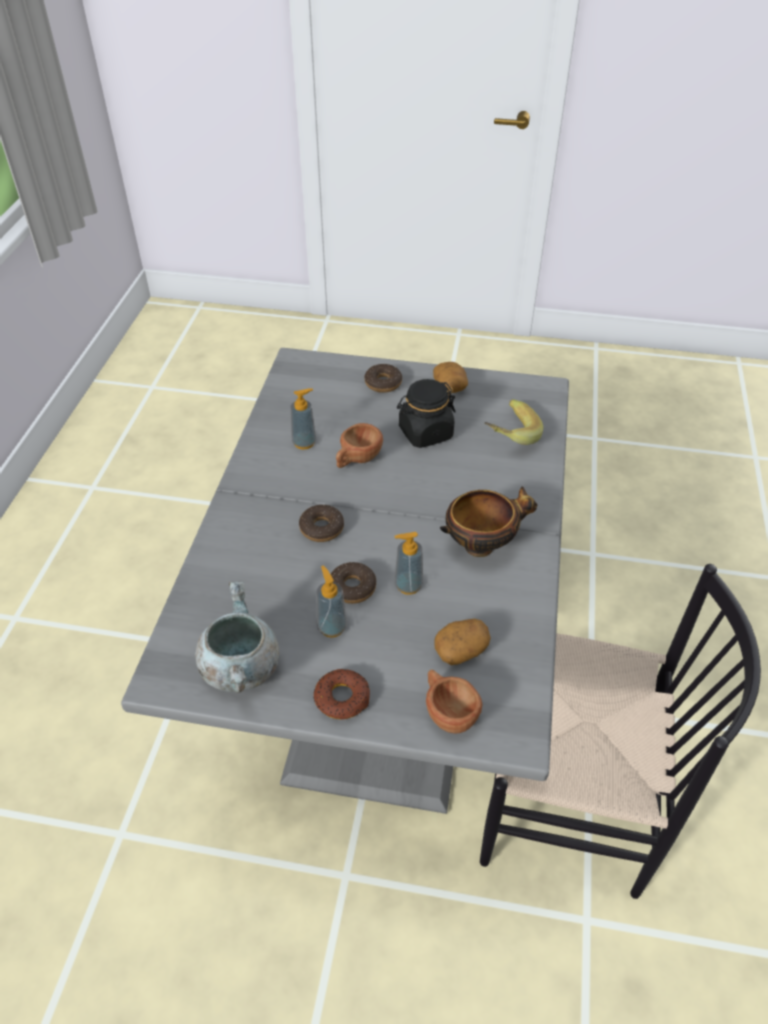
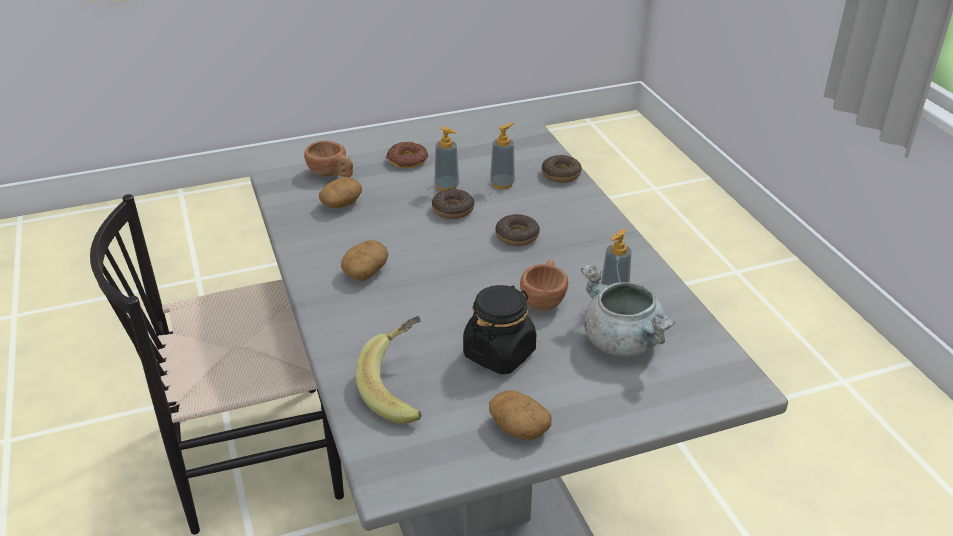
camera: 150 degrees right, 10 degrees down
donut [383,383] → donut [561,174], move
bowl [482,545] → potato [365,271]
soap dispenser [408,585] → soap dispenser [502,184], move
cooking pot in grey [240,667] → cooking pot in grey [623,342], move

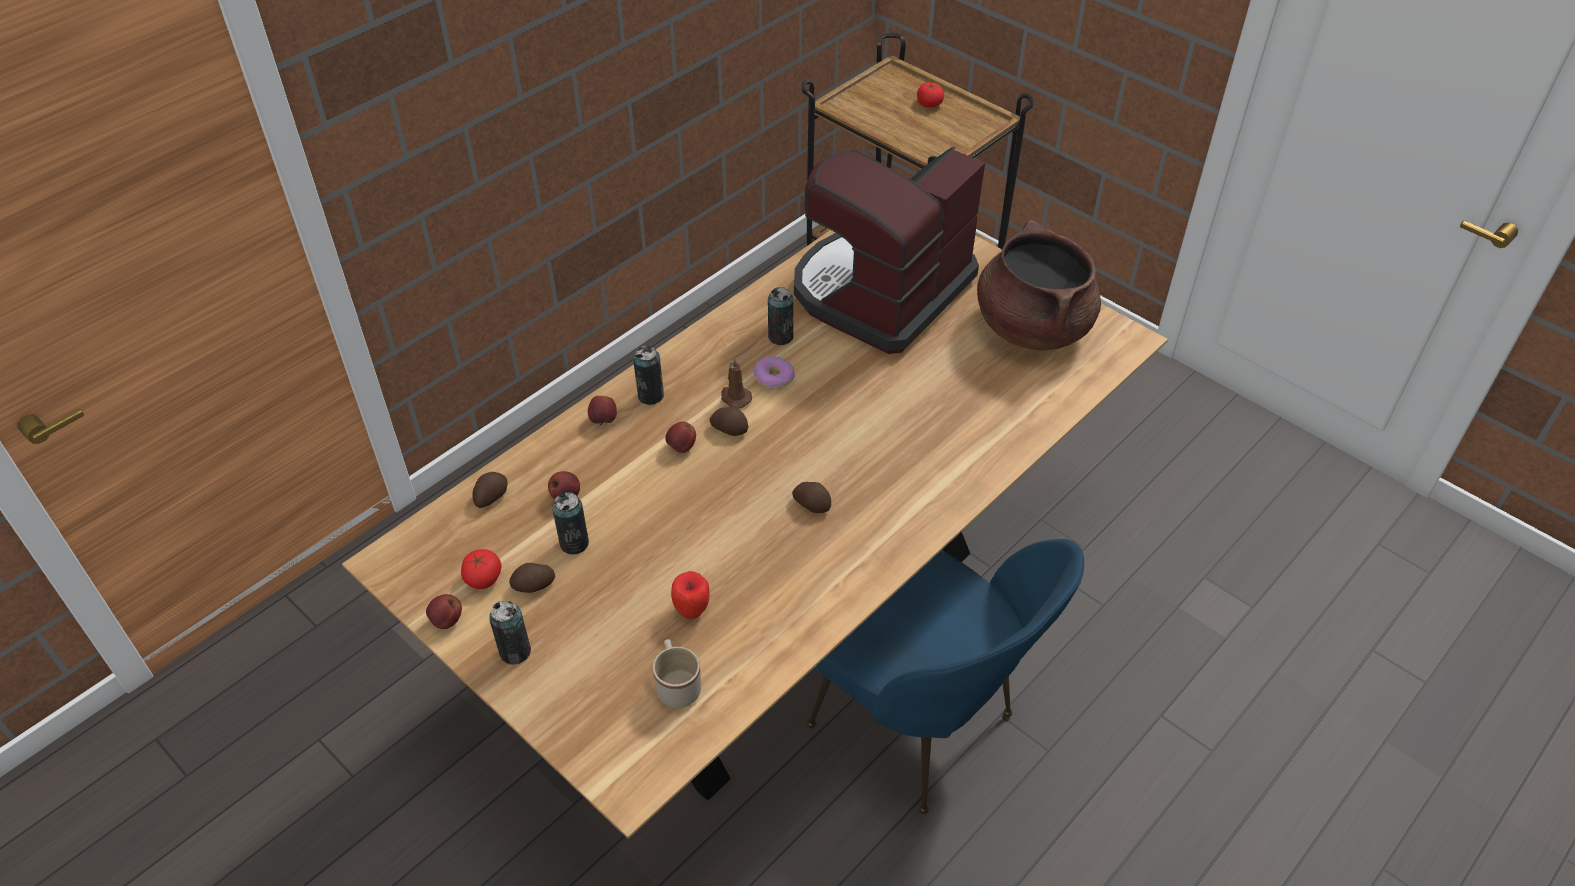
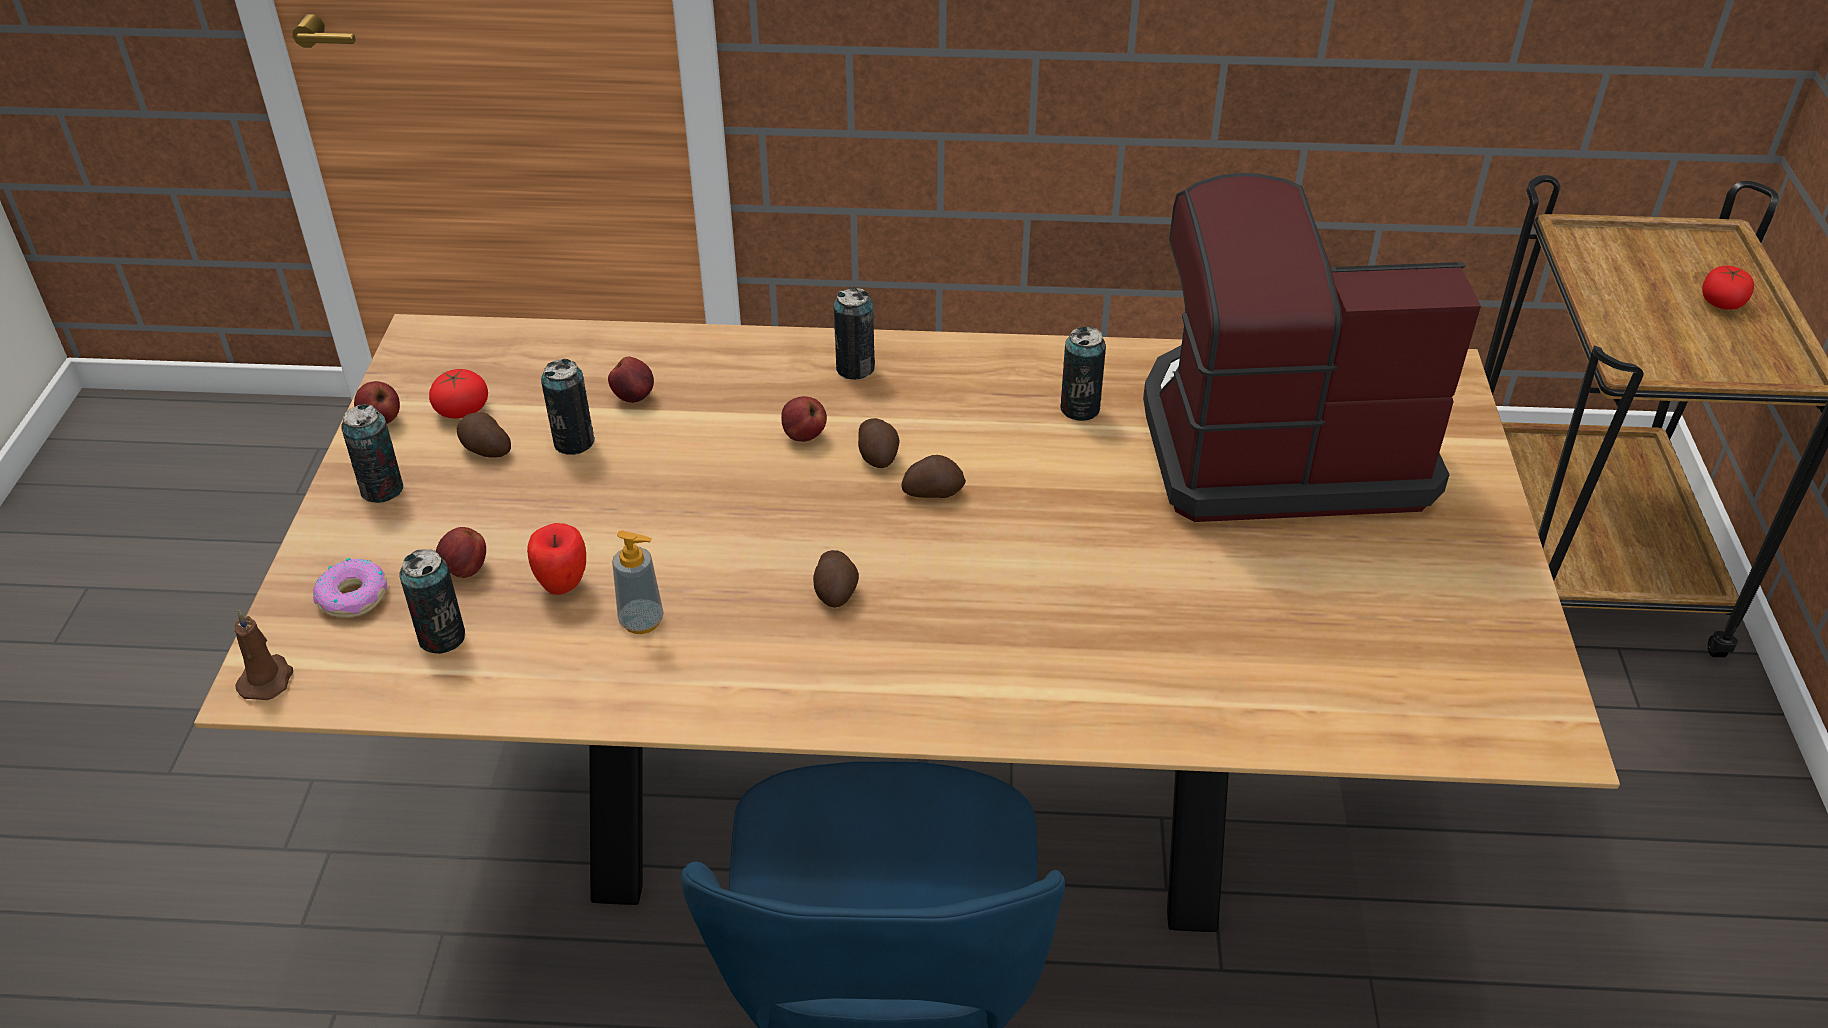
camera: 50 degrees right, 5 degrees down
cooking pot in brown [1032,327] → -
donut [774,377] → donut [354,597], move
candle in brown [735,397] → candle in brown [267,679], move
apple [603,420] → apple [465,570], move
potato [490,496] → potato [932,491], move
mug in beige [677,685] → can [442,637]
- → soap dispenser [642,621]

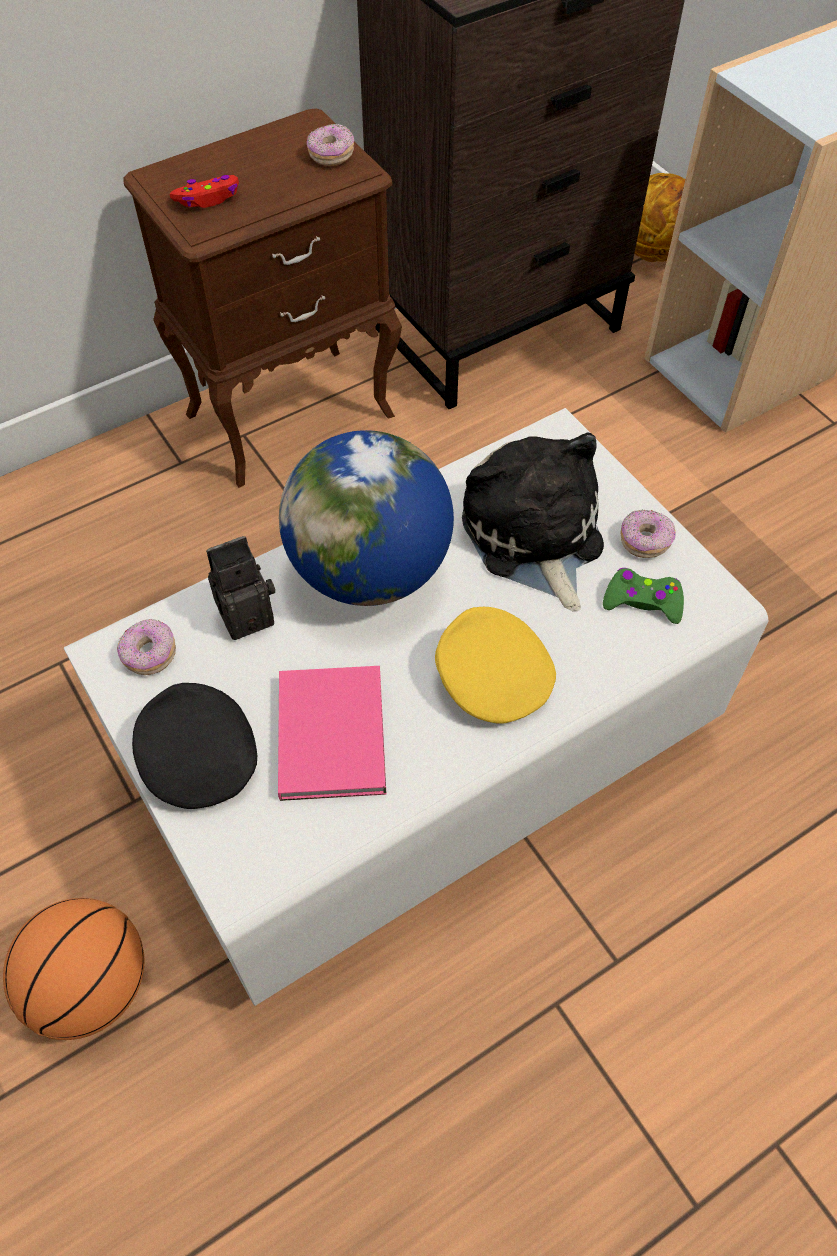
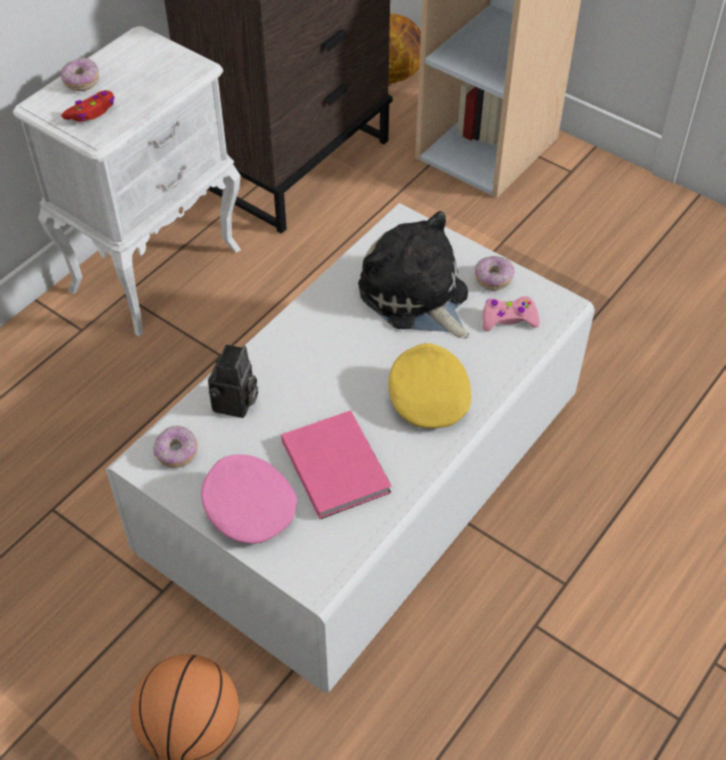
camera: 20 degrees left, 5 degrees down
nightstand in brown [290,415] → nightstand in white [156,269]
donut [331,155] → donut [81,82], move
globe [370,570] → -
photo camera [248,613] → photo camera [236,404], 150 degrees clockwise
game controller in green [642,601] → game controller in pink [508,319]
cap in yellow [489,678] → cap in yellow [427,398], 45 degrees clockwise
cap in black [197,757] → cap in pink [246,510]

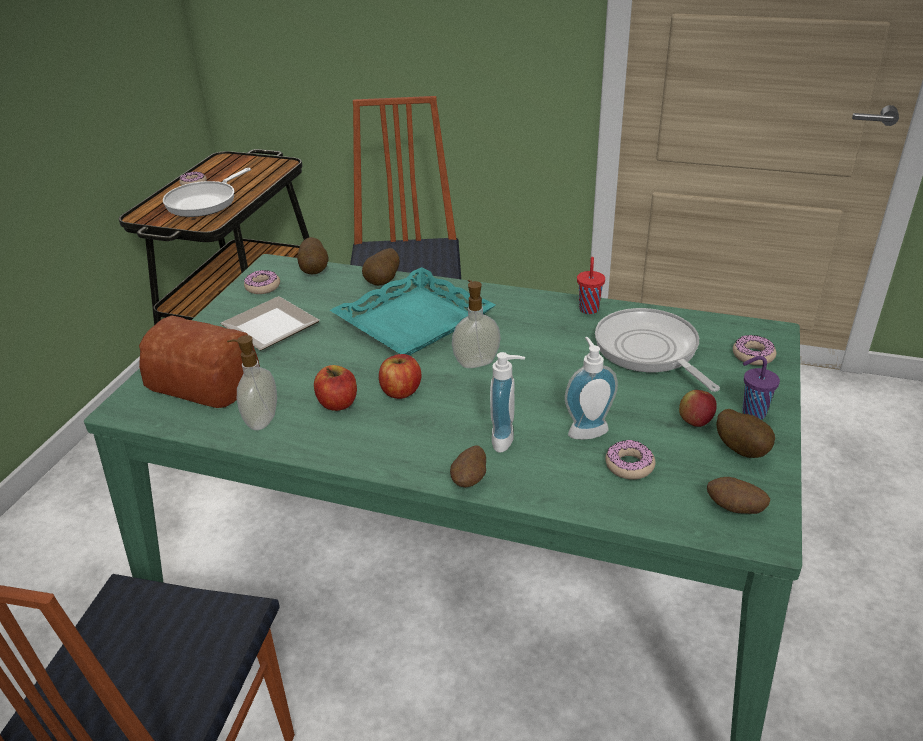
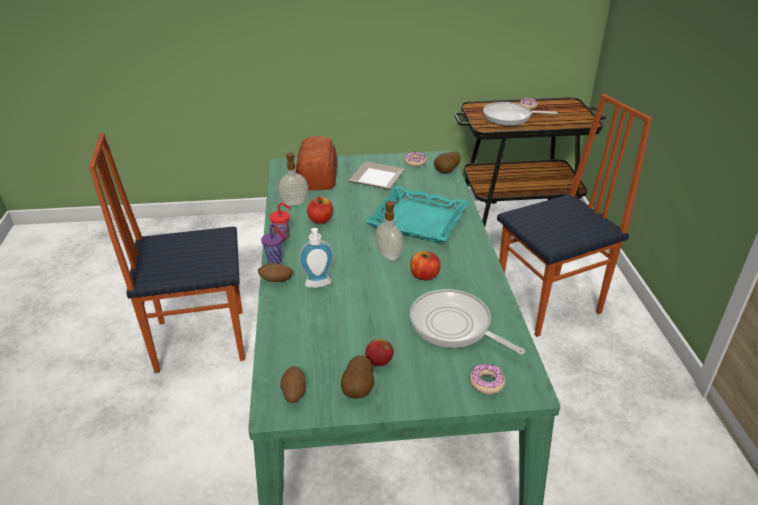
camera: 65 degrees right, 0 degrees up
potato [383,282] → -
cup in red [589,308] → cup in red [282,237], move
frying pan [649,351] → frying pan [454,326], 90 degrees counterclockwise
soap dispenser [586,429] → -
apple [401,391] → apple [424,275], move
cup in purple [752,413] → cup in purple [274,260], move
donut [629,465] → -

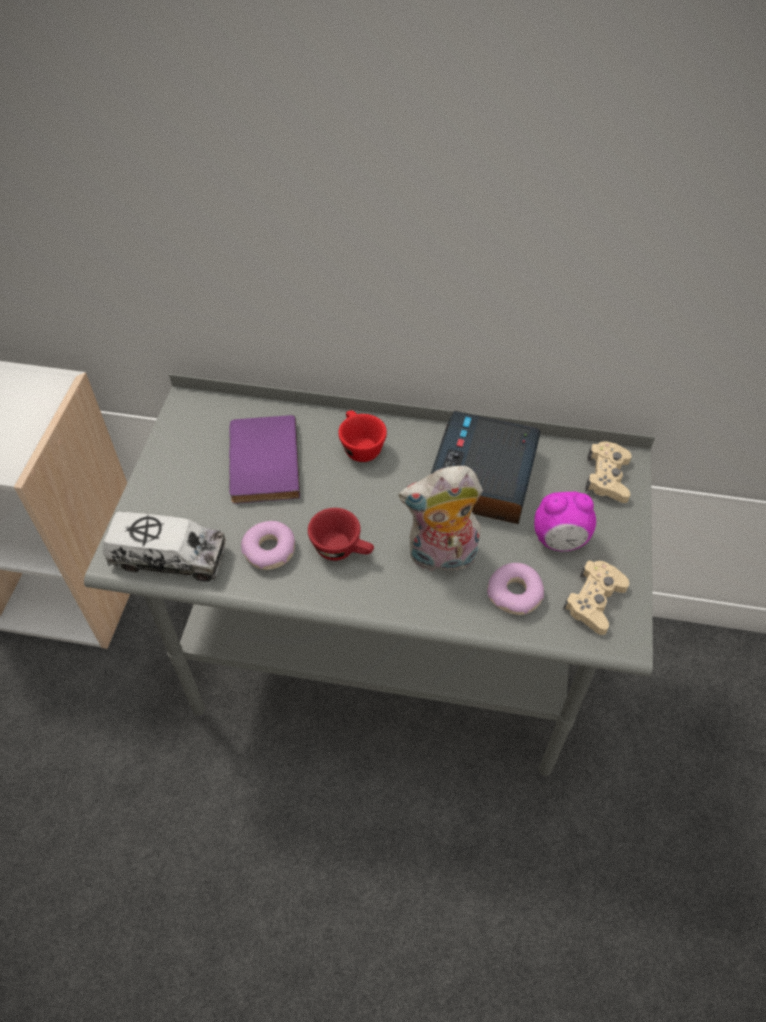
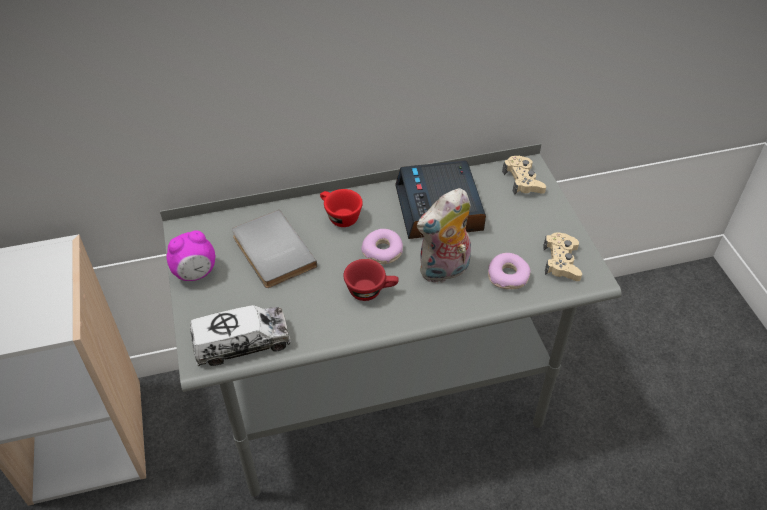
camera: 25 degrees left, 5 degrees down
book in purple [260,462] → book in grey [271,252]
alarm clock [559,540] → alarm clock [195,273], move
donut [270,550] → donut [383,251], move

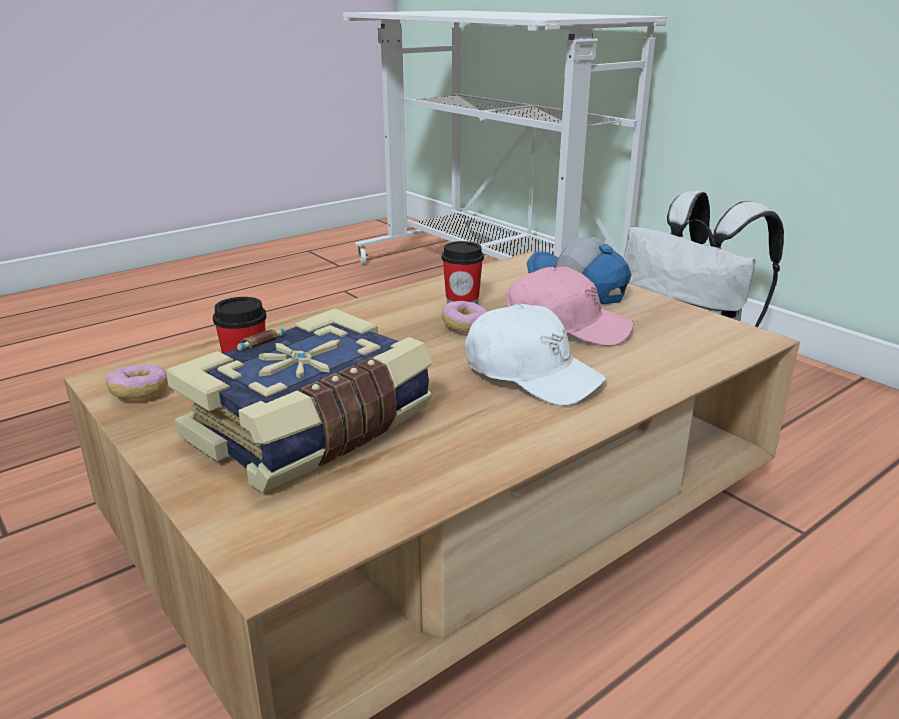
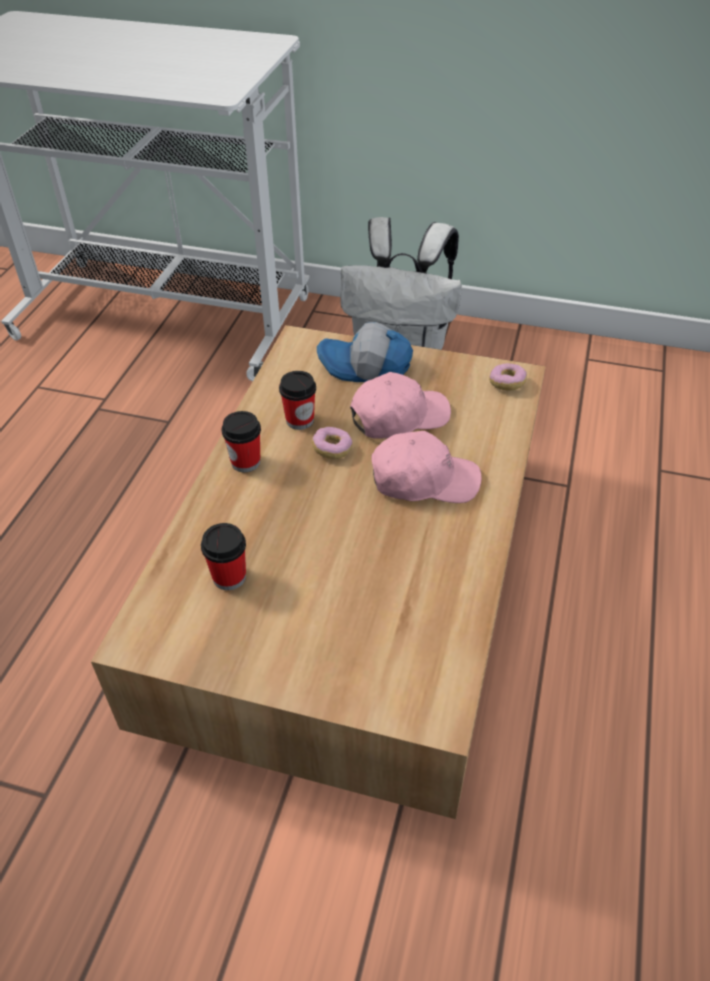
camera: 35 degrees left, 20 degrees up
cap in white [532,374] → cap in pink [423,480]
book [312,429] → -
donut [140,393] → donut [507,383], move
- → cup [245,462]

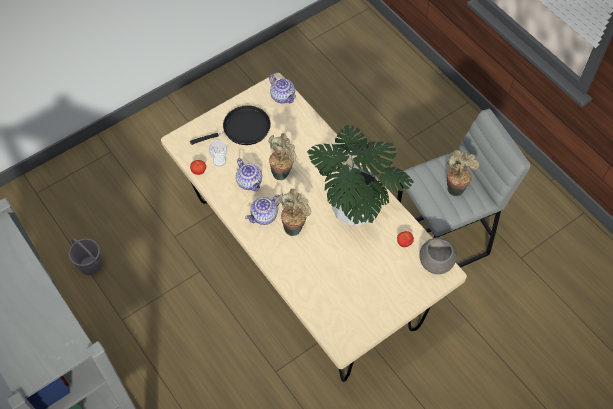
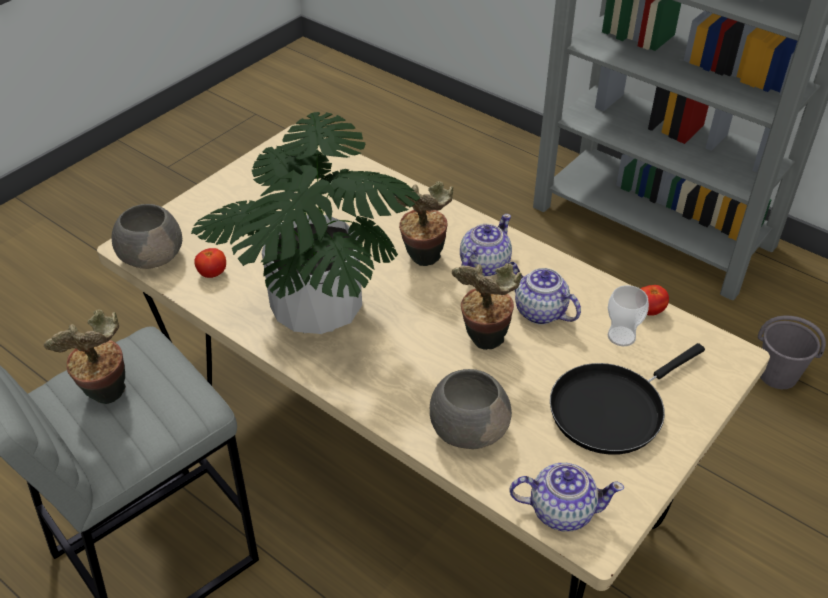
camera: 165 degrees right, 15 degrees down
teapot [282,96] → teapot [561,510], 150 degrees clockwise
- → bowl in grey [468,428]

